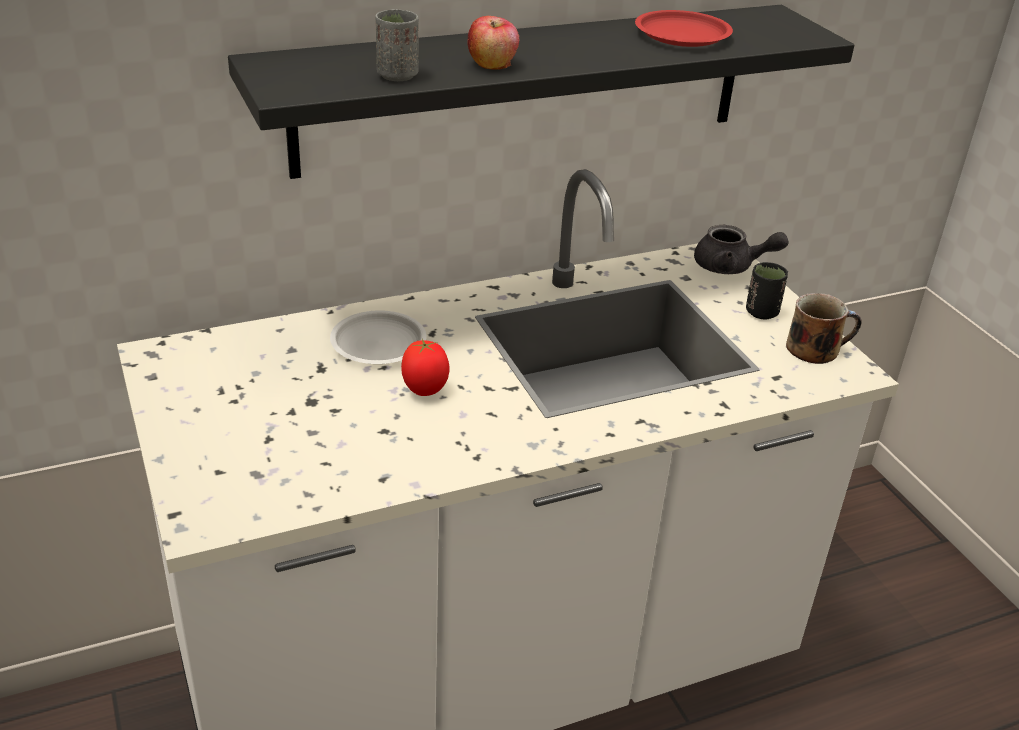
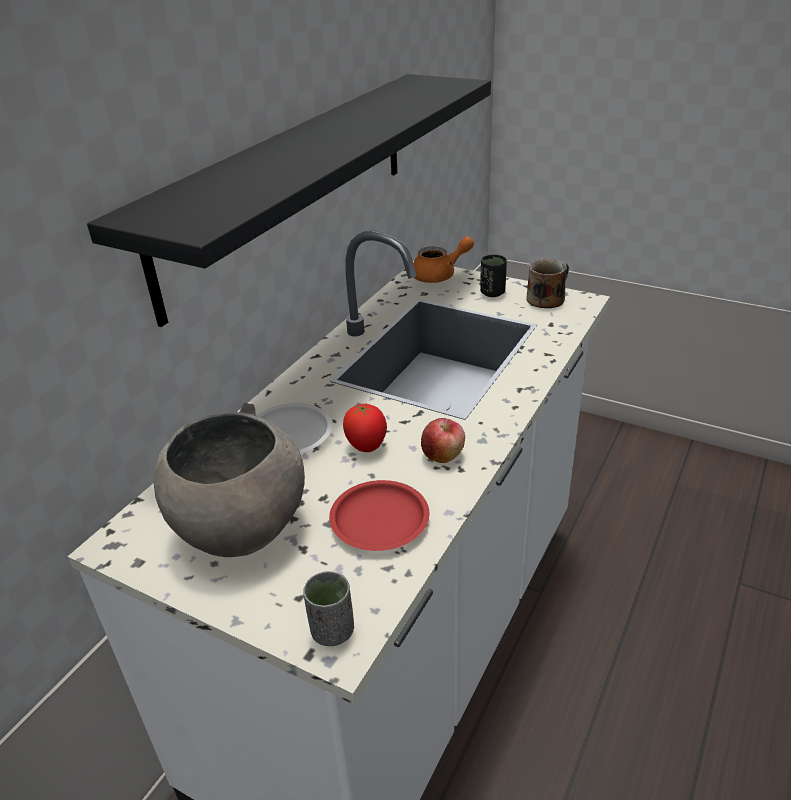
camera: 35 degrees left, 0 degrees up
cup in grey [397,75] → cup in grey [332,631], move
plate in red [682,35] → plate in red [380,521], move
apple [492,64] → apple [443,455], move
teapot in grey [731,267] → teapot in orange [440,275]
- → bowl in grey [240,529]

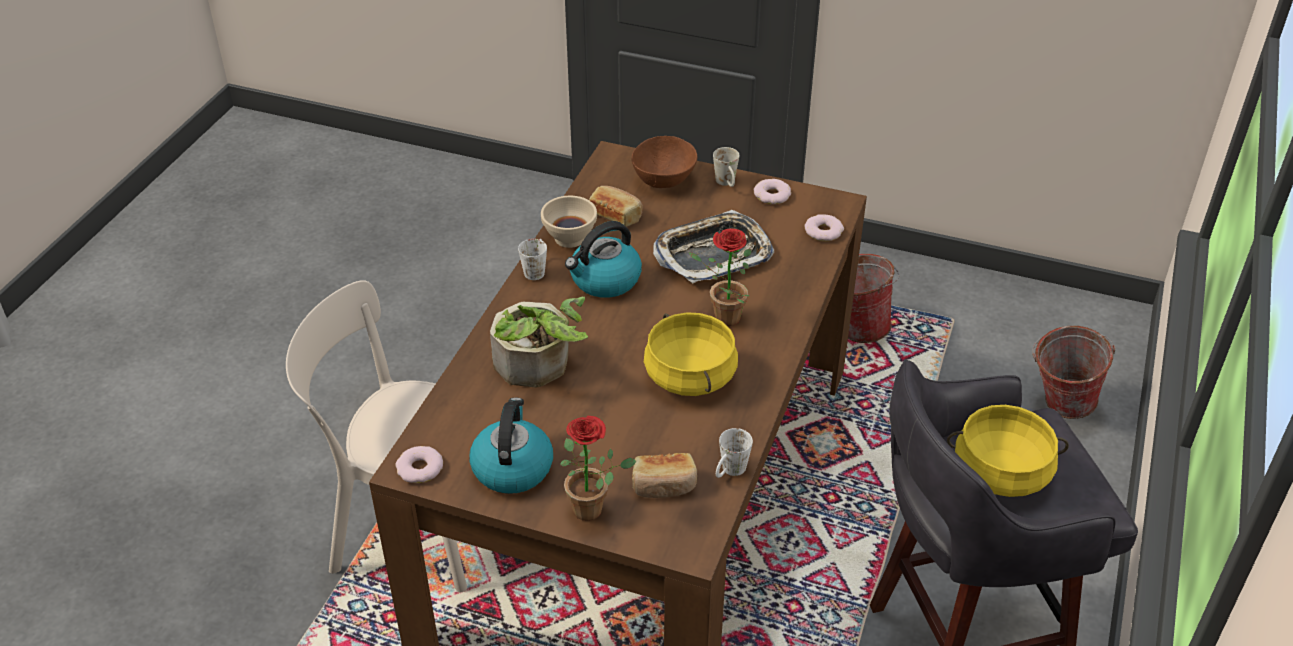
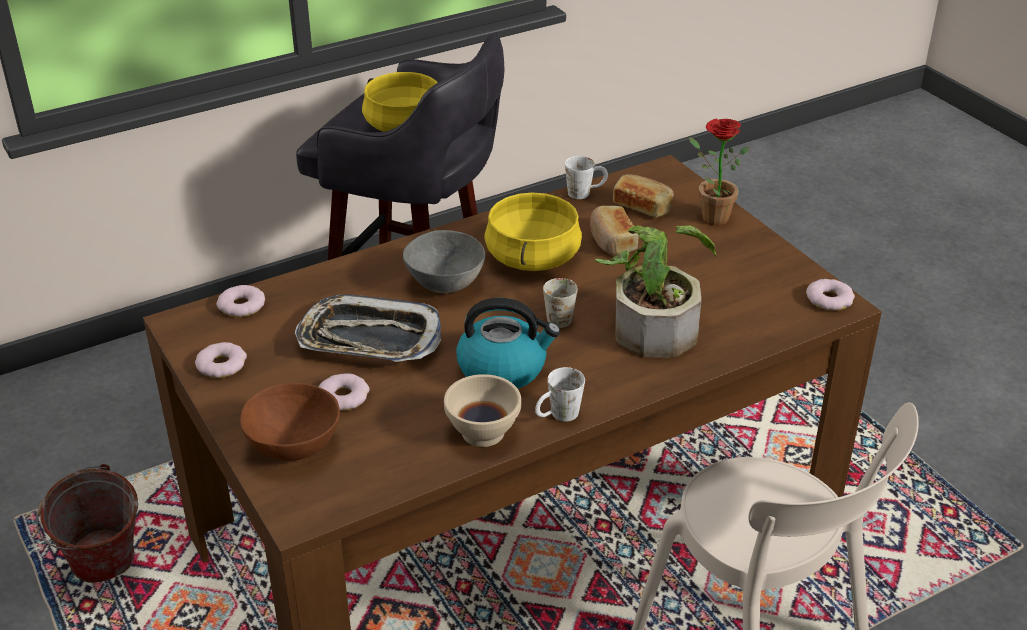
camera: 140 degrees left, 5 degrees down
mug in white [727,184] → mug in white [562,315], move
bread [616,215] → bread [611,241], move
potted plant [721,317] → bowl in grey [445,284]
bucket [1058,406] → -
kettle [512,467] → -
- → donut [343,397]

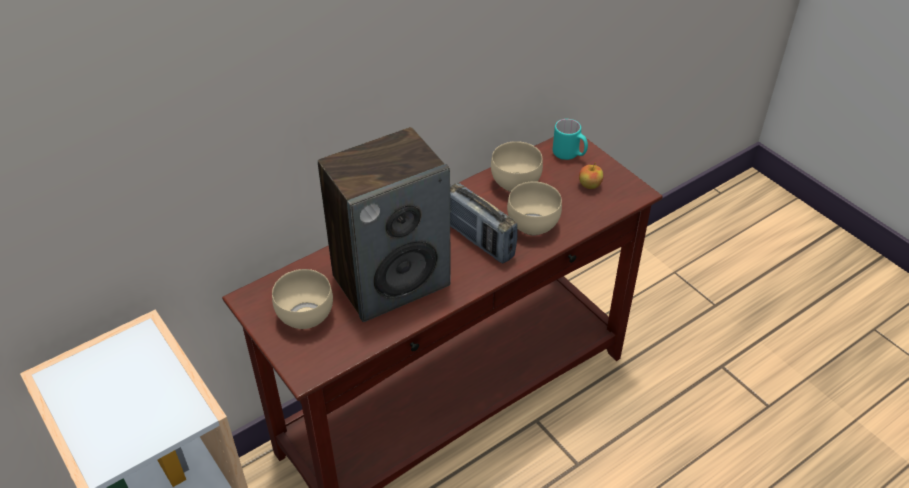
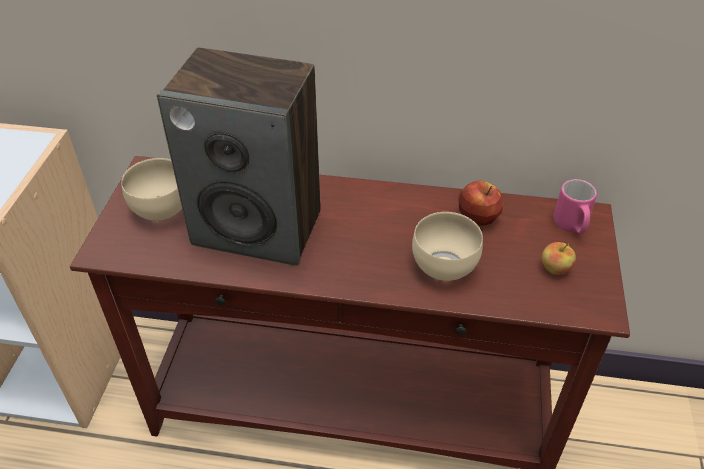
camera: 45 degrees right, 0 degrees up
mug in turquoise [569,155] → mug in pink [572,227]
bowl in beige [513,183] → apple [477,217]
radio [479,240] → -

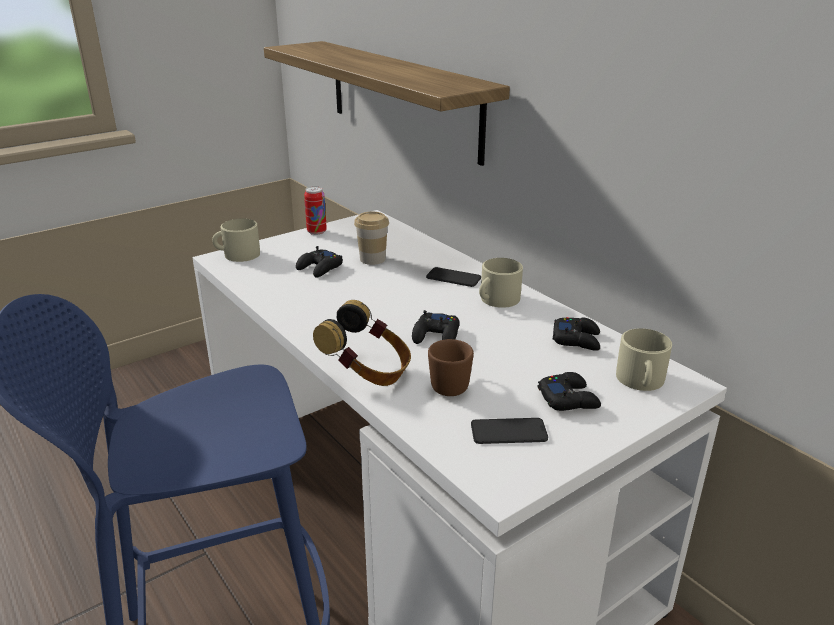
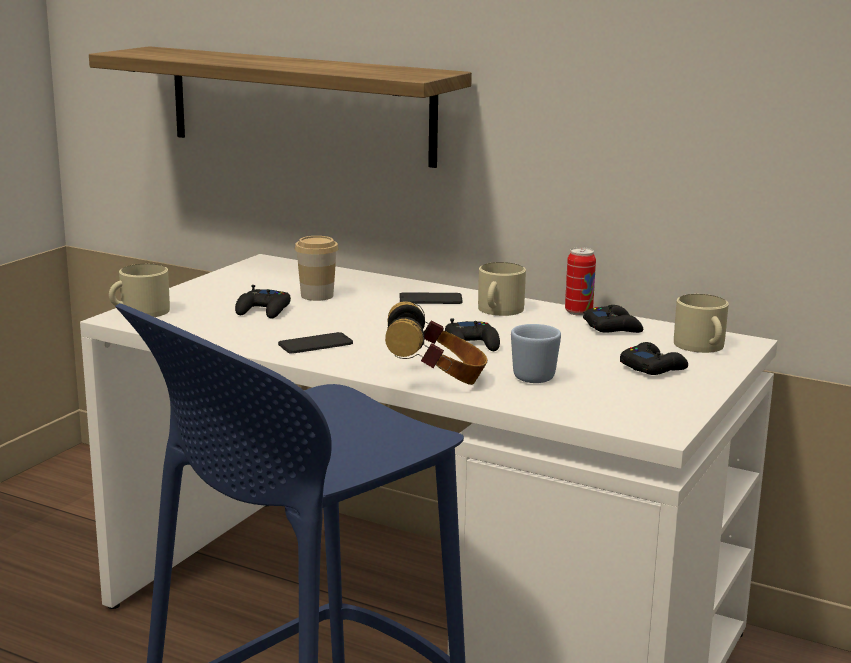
camera: 25 degrees left, 10 degrees down
can [316,232] → can [578,312], move
mug in brown [452,384] → mug in blue [532,375]
phone [508,432] → phone [315,344], move

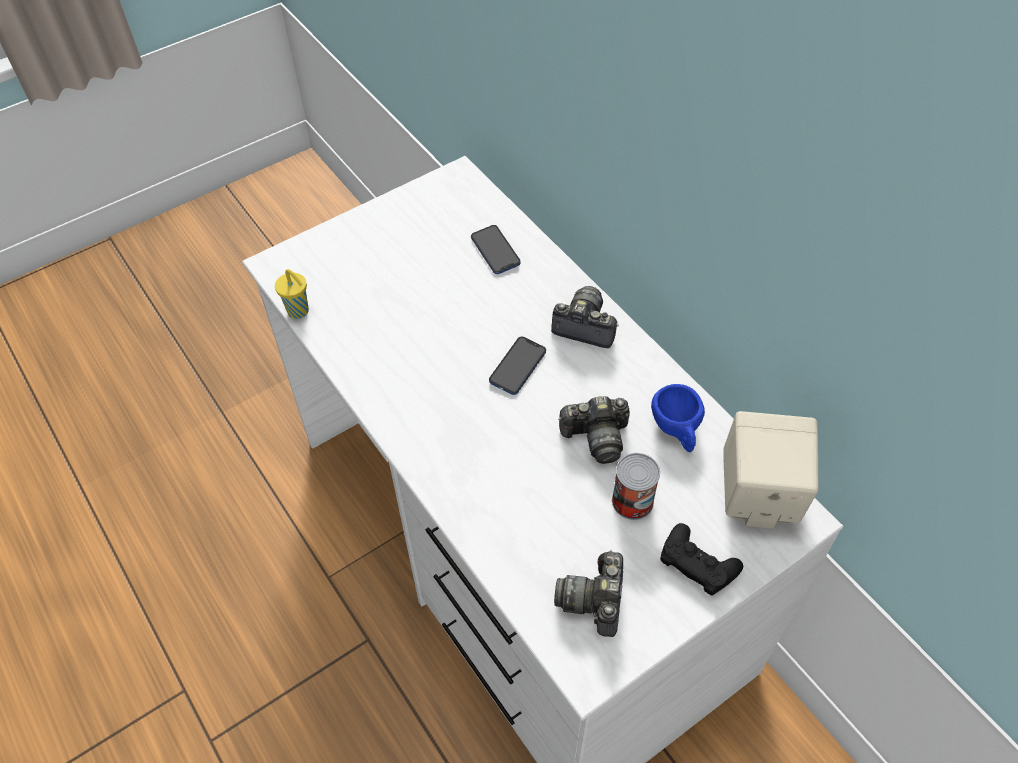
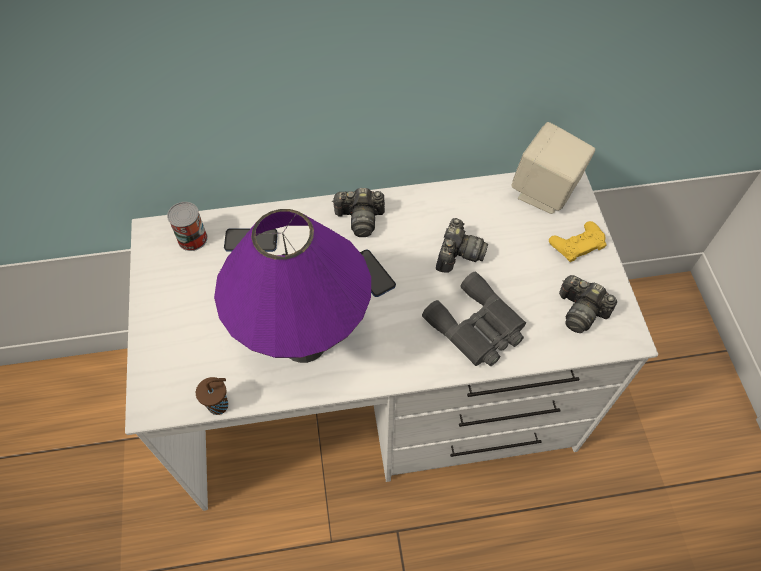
camera: 65 degrees left, 5 degrees up
cup in yellow [299,312] → cup in brown [219,405]
photo camera [584,327] → photo camera [360,219], 135 degrees counterclockwise
cup in blue [677,430] → -
can [632,501] → can [192,238], move
game controller in black [698,563] → game controller in yellow [577,244]
- → table lamp in purple [304,342]
- → binoculars in grey [477,328]

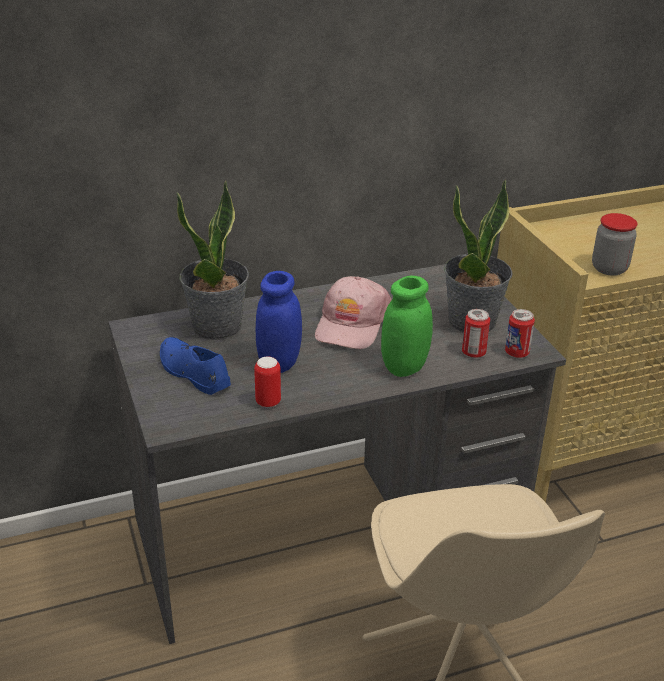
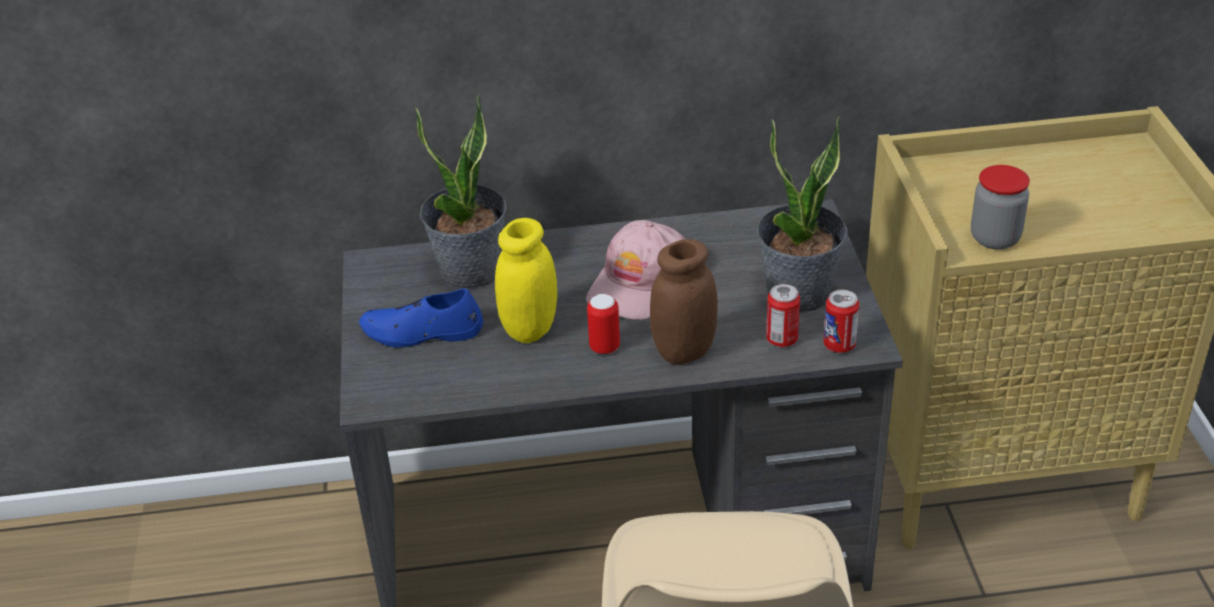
camera: 15 degrees right, 5 degrees up
jar in blue [279,362] → jar in yellow [530,329]
jar in green [404,367] → jar in brown [684,351]
shoe in blue [193,372] → shoe in blue [422,332], 60 degrees counterclockwise
can [268,402] → can [604,347], move

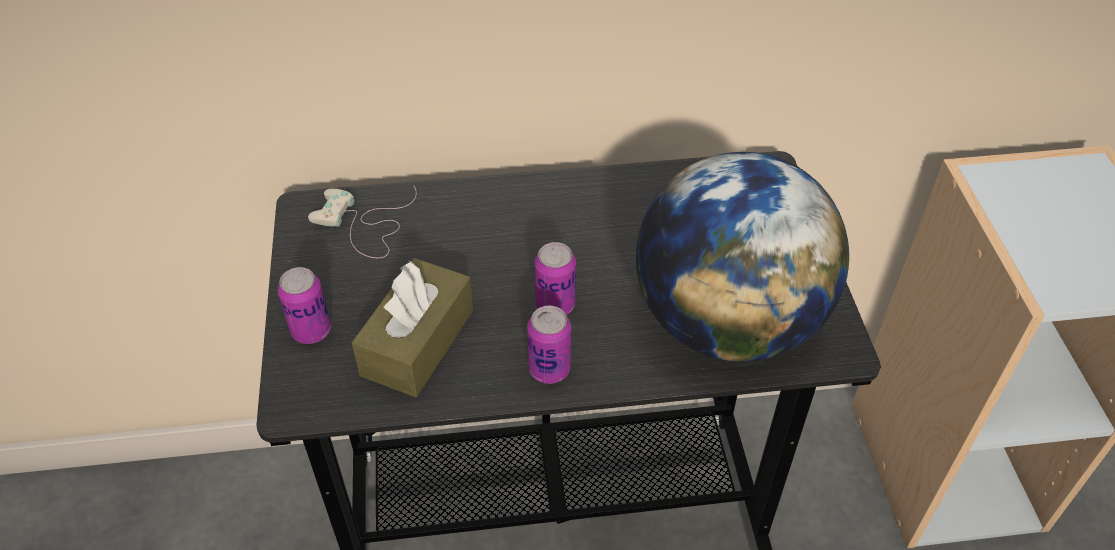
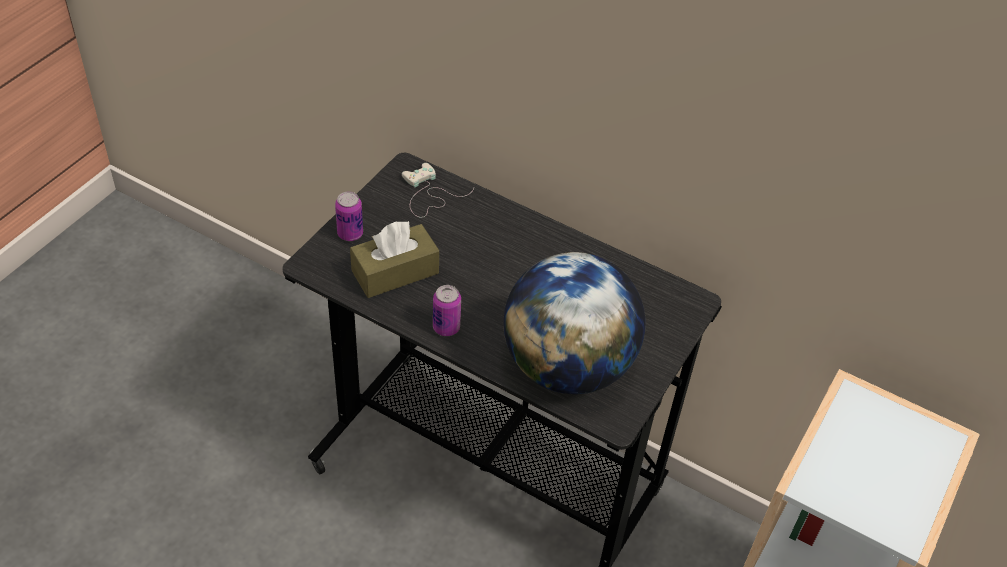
camera: 35 degrees right, 0 degrees up
can [555,305] → -

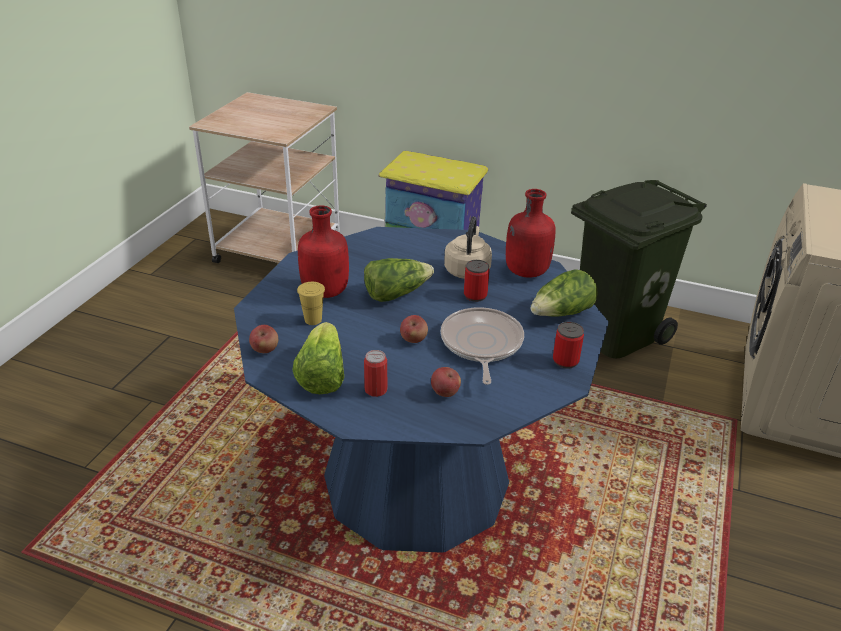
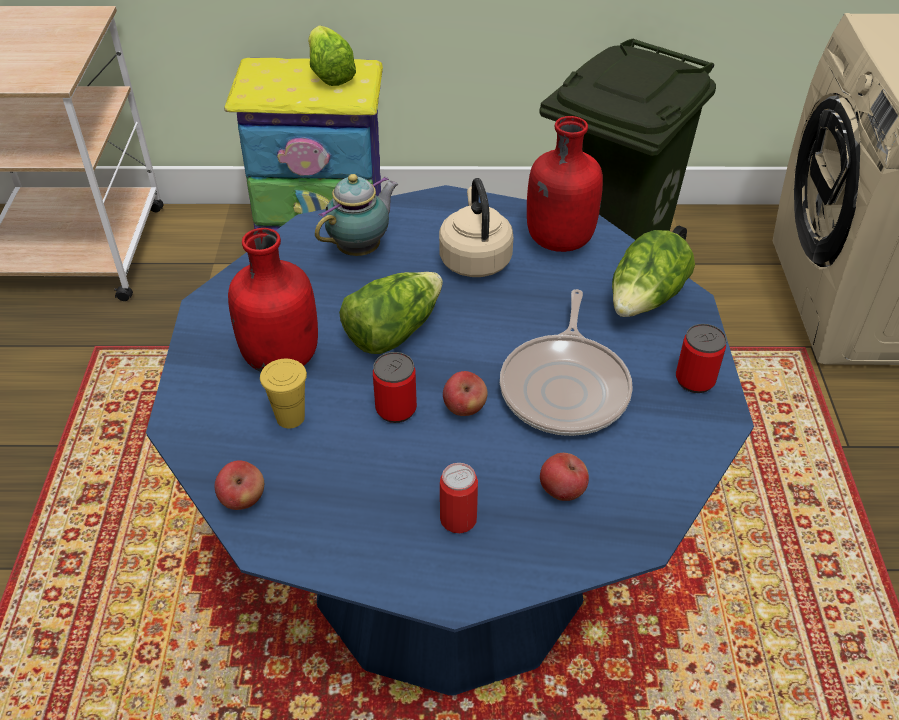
camera: 20 degrees left, 10 degrees up
can [475,295] → can [396,409], move
frying pan [481,344] → frying pan [566,387], 150 degrees counterclockwise
lettuce [322,375] → lettuce [330,73], move
- → teapot [362,249]

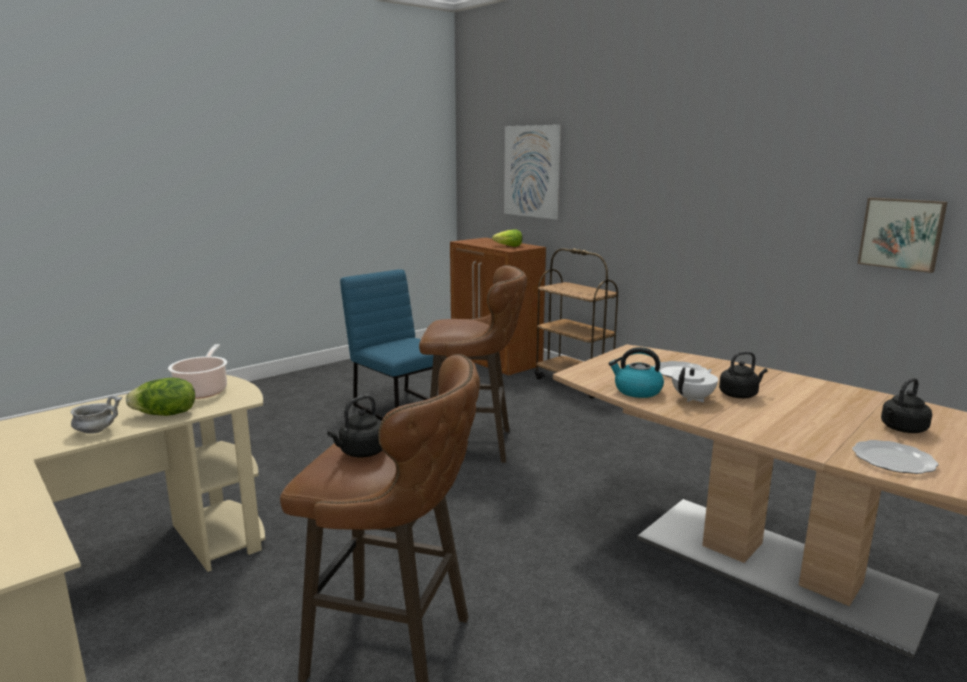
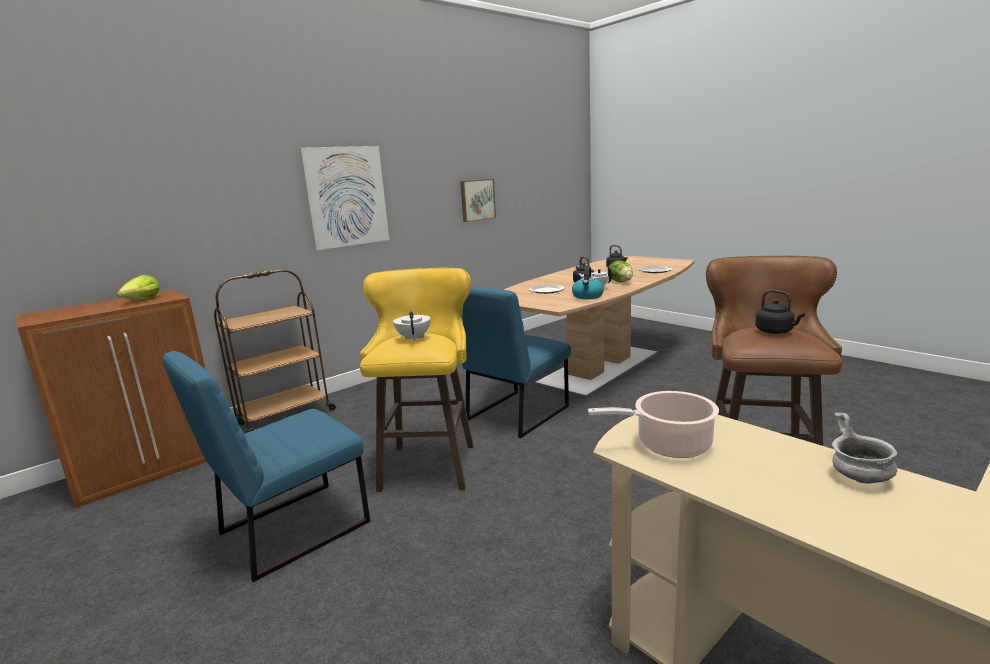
camera: 90 degrees left, 0 degrees up
picture [531,171] → picture [347,197], move
stool in brown [474,444] → stool in yellow [429,464]
lettuce [165,414] → lettuce [621,281], move
- → chair in blue [515,414]
- → teapot in white [414,338]

